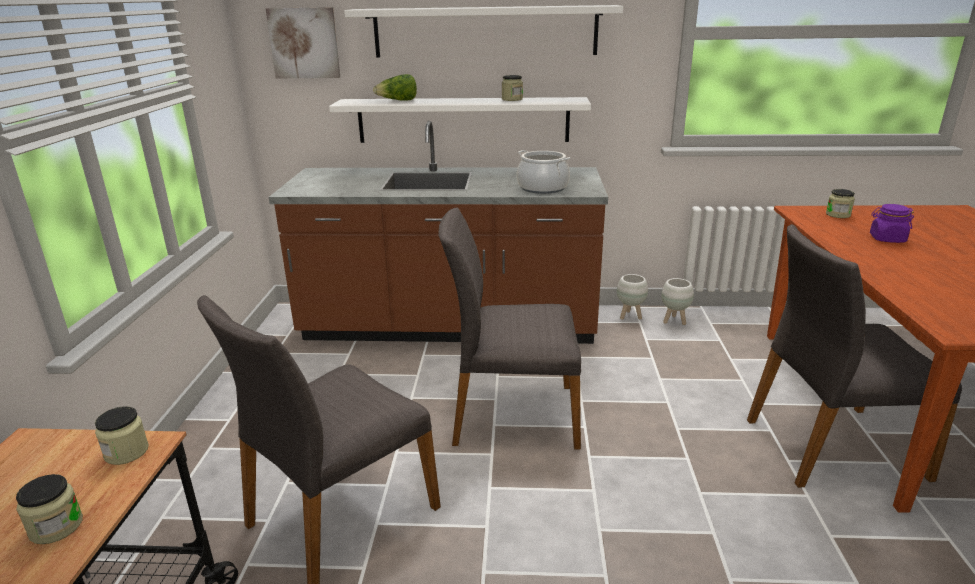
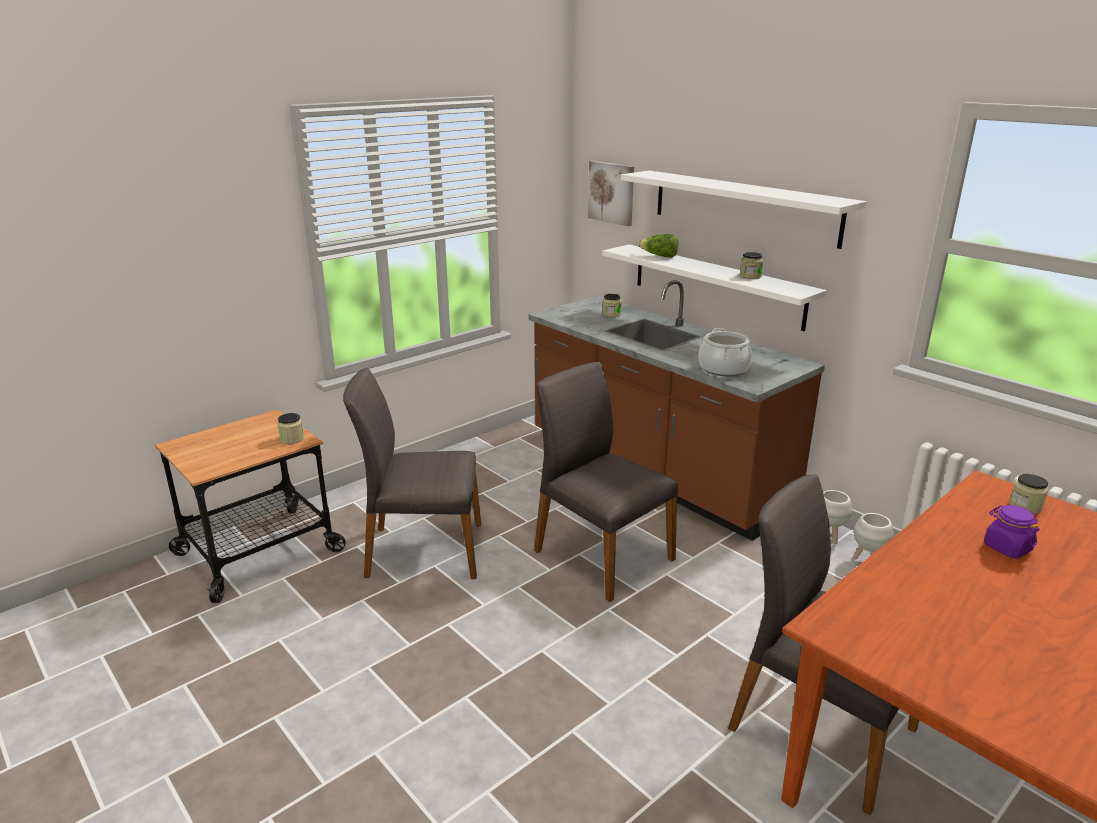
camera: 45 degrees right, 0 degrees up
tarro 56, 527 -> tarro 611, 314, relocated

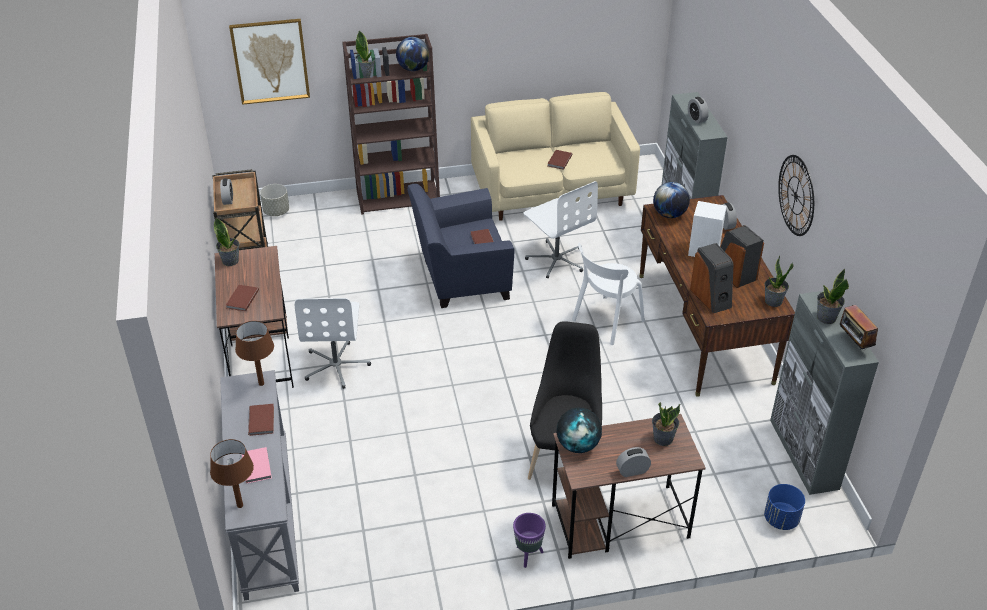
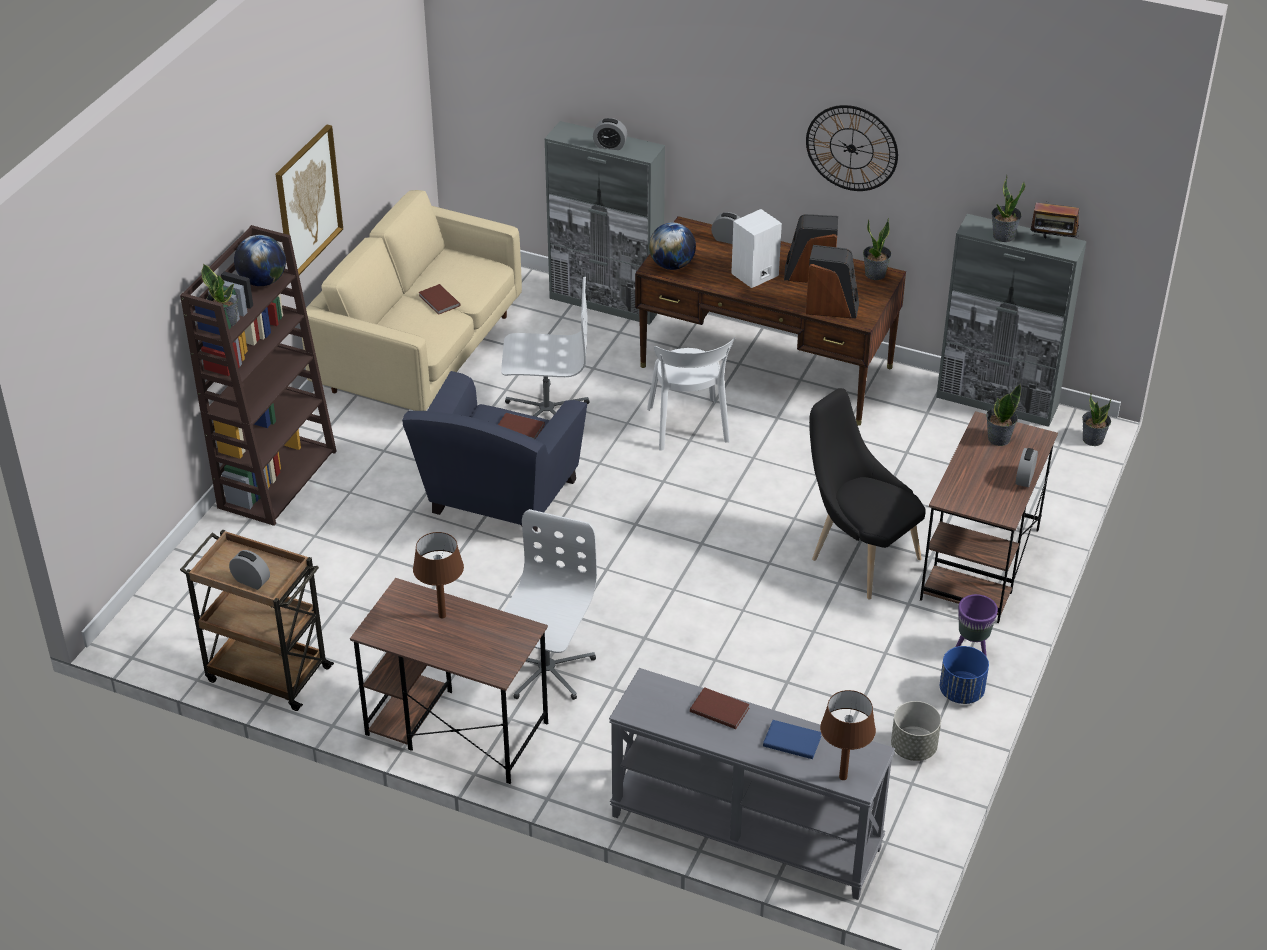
camera: 55 degrees left, 0 degrees up
libro [marrón] 241, 299 -> none
globo terráqueo 578, 445 -> none
planta en maceta 230, 261 -> planta en maceta 1092, 439, relocated
cuadro 270, 61 -> cuadro 307, 201, relocated
lámpara de mesa [marrón] 261, 383 -> lámpara de mesa [marrón] 442, 615, relocated
maceta [gris] 276, 211 -> maceta [gris] 913, 748, relocated
maceta [azul] 781, 519 -> maceta [azul] 961, 692, relocated
libro [rosa] 257, 466 -> libro [azul] 791, 740
silla de oficina [blanco] 336, 365 -> silla de oficina [blanco] 546, 669, 105 degrees counterclockwise

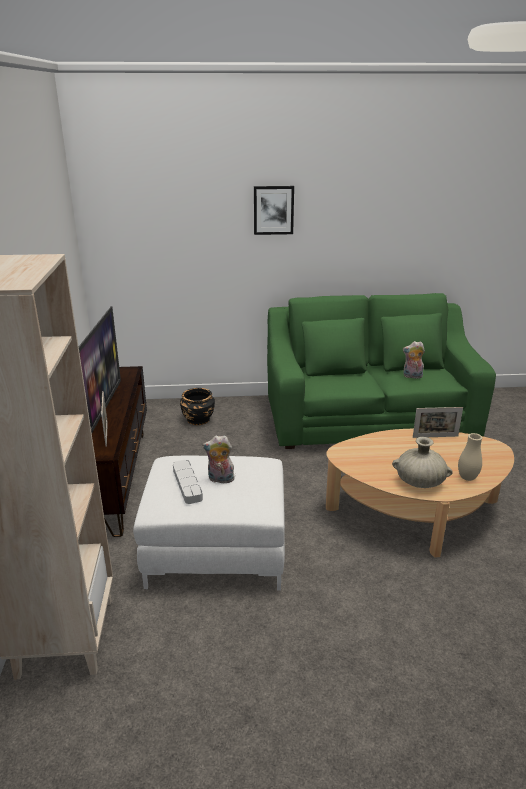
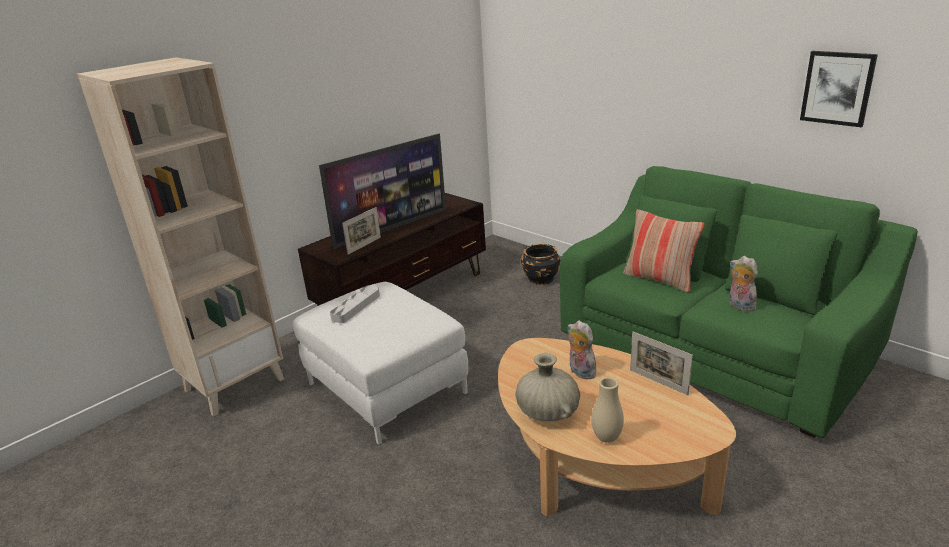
camera: 50 degrees right, 0 degrees up
none -> cojín 659, 279
peluche 220, 479 -> peluche 580, 372, relocated
cuadro 273, 210 -> cuadro 837, 88, relocated

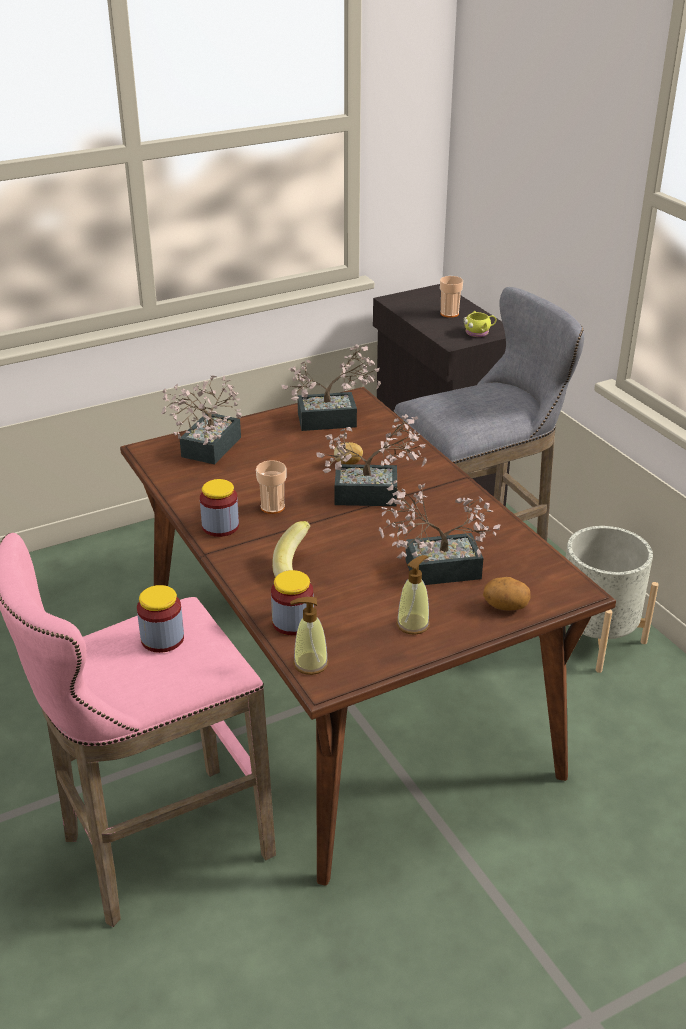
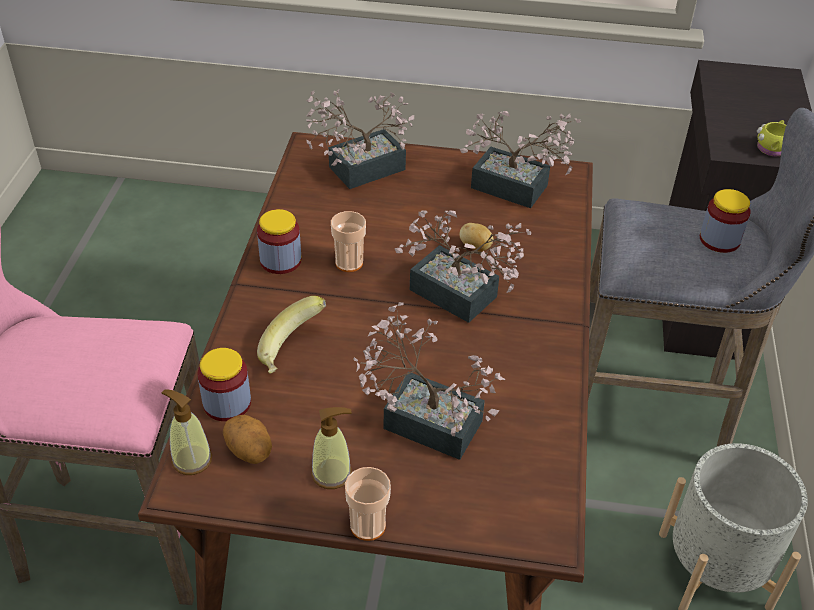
camera: 35 degrees right, 10 degrees up
tarro 162, 639 -> tarro 719, 240, relocated
taza 449, 313 -> taza 368, 525, relocated
patata 505, 606 -> patata 250, 451, relocated

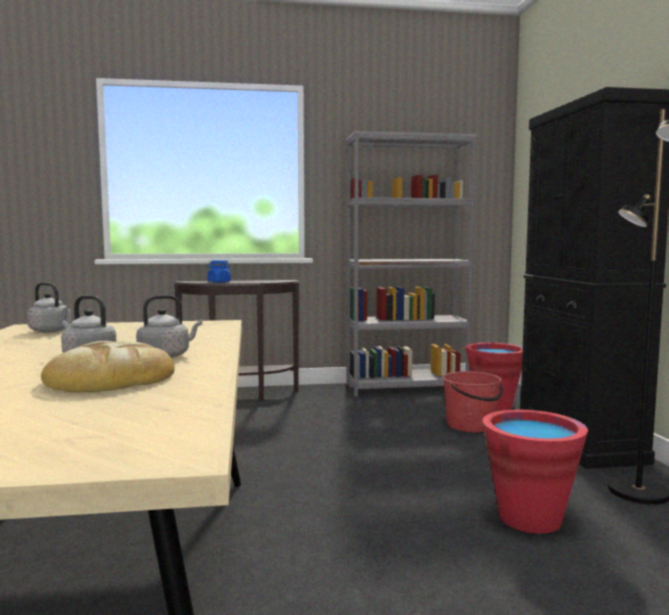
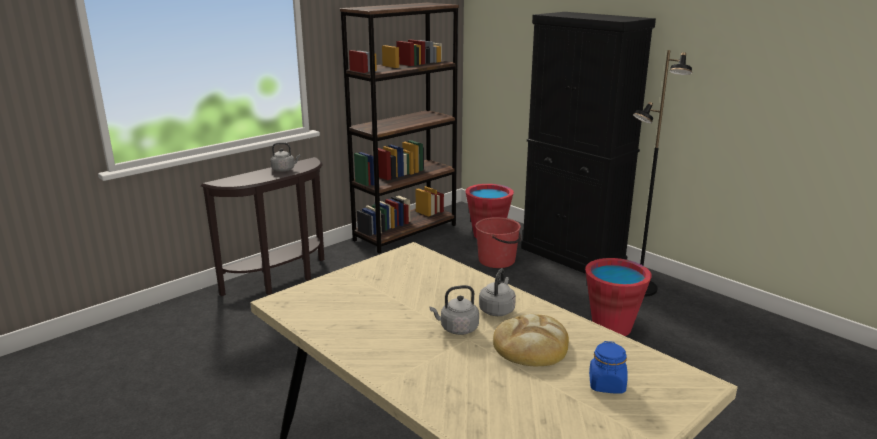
camera: 35 degrees left, 15 degrees up
hervidor [gris] 52, 331 -> hervidor [gris] 284, 169, relocated
tarro [azul] 219, 282 -> tarro [azul] 607, 384, relocated
estantería [gris] 406, 388 -> estantería [marrón] 405, 232

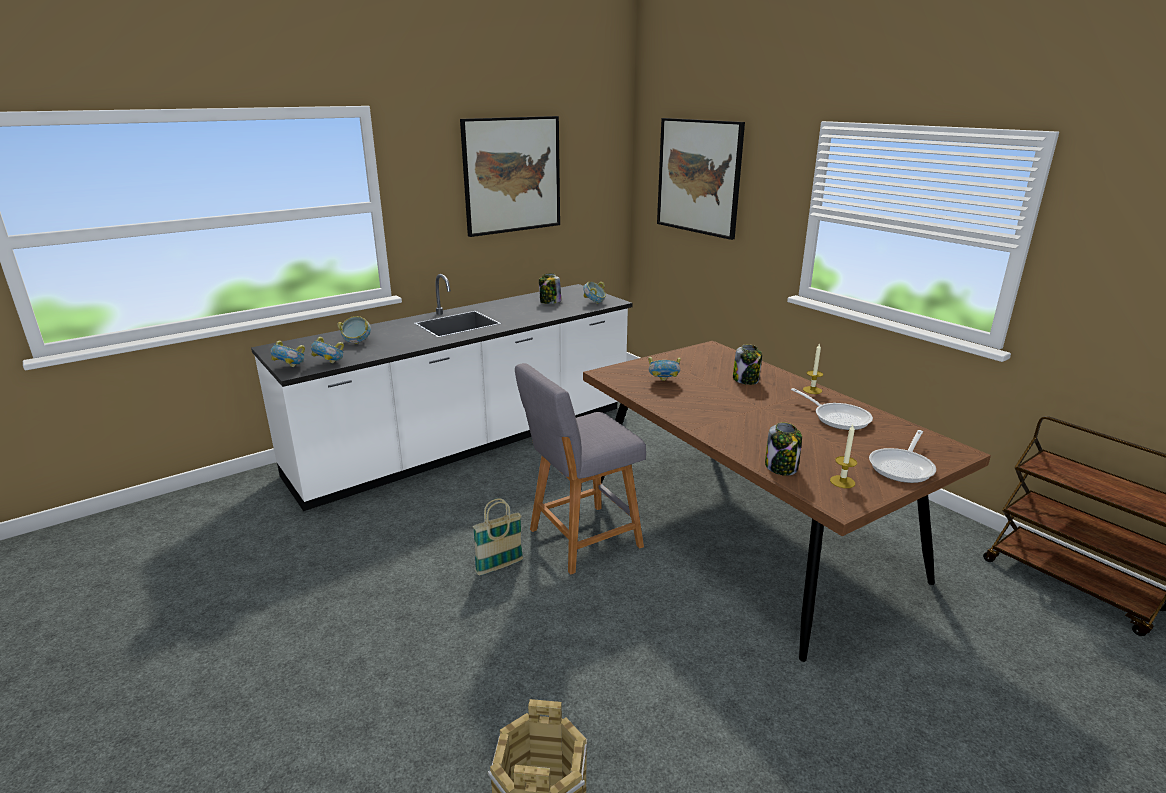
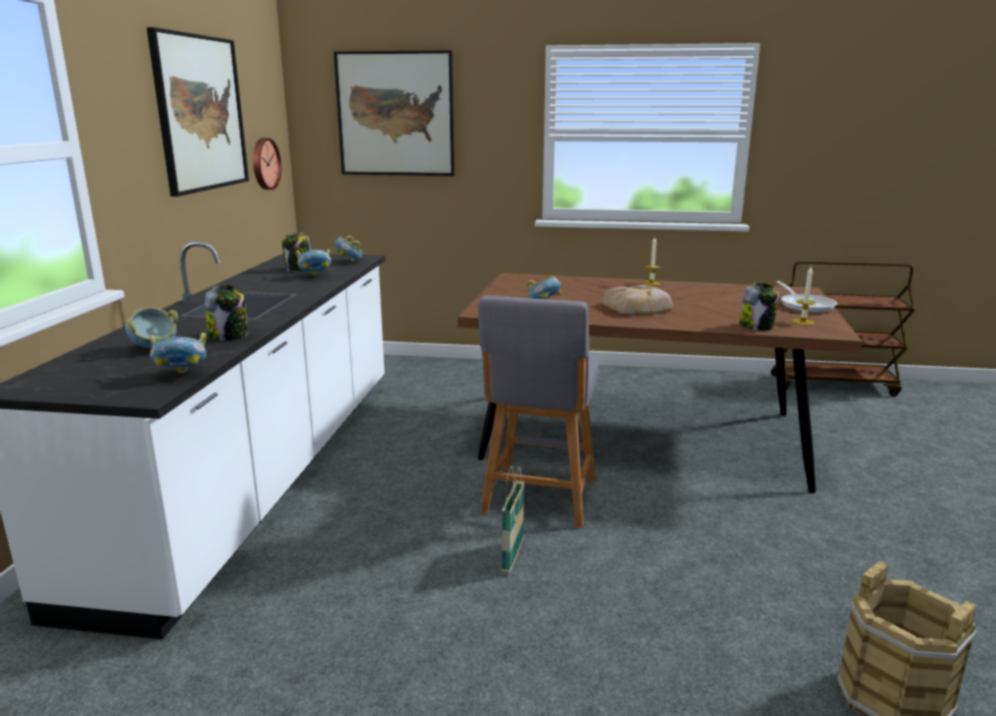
camera: 45 degrees left, 5 degrees down
sartén 837, 418 -> none
none -> reloj de pared 264, 164
none -> pan 638, 307
cuenco 290, 368 -> cuenco 315, 276, relocated
tarro 746, 380 -> tarro 229, 336, relocated

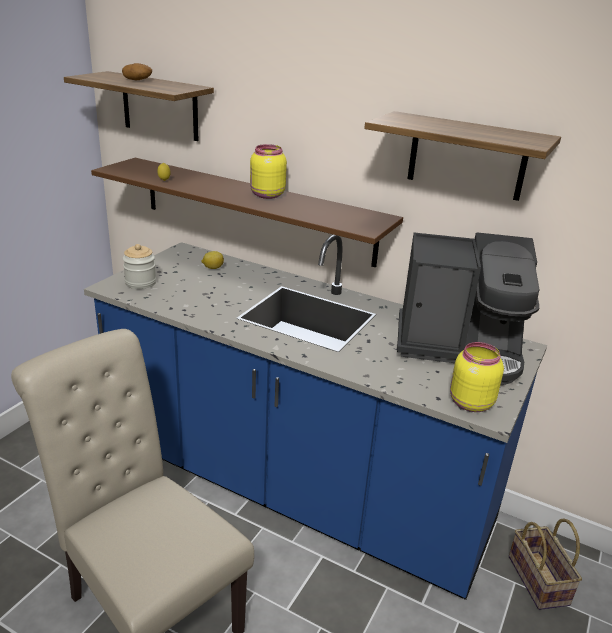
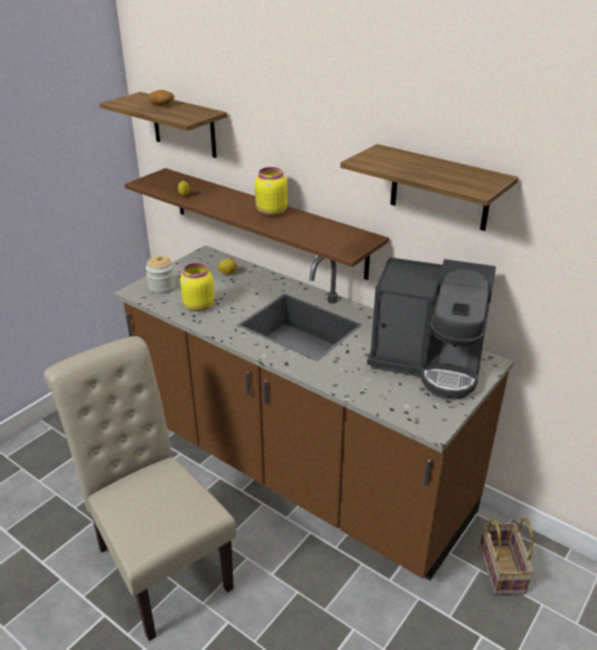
camera: 10 degrees right, 5 degrees up
tarro [amarillo] 469, 403 -> tarro [amarillo] 198, 306, relocated
mueble bajo de cocina [azul] 295, 486 -> mueble bajo de cocina [marrón] 298, 468

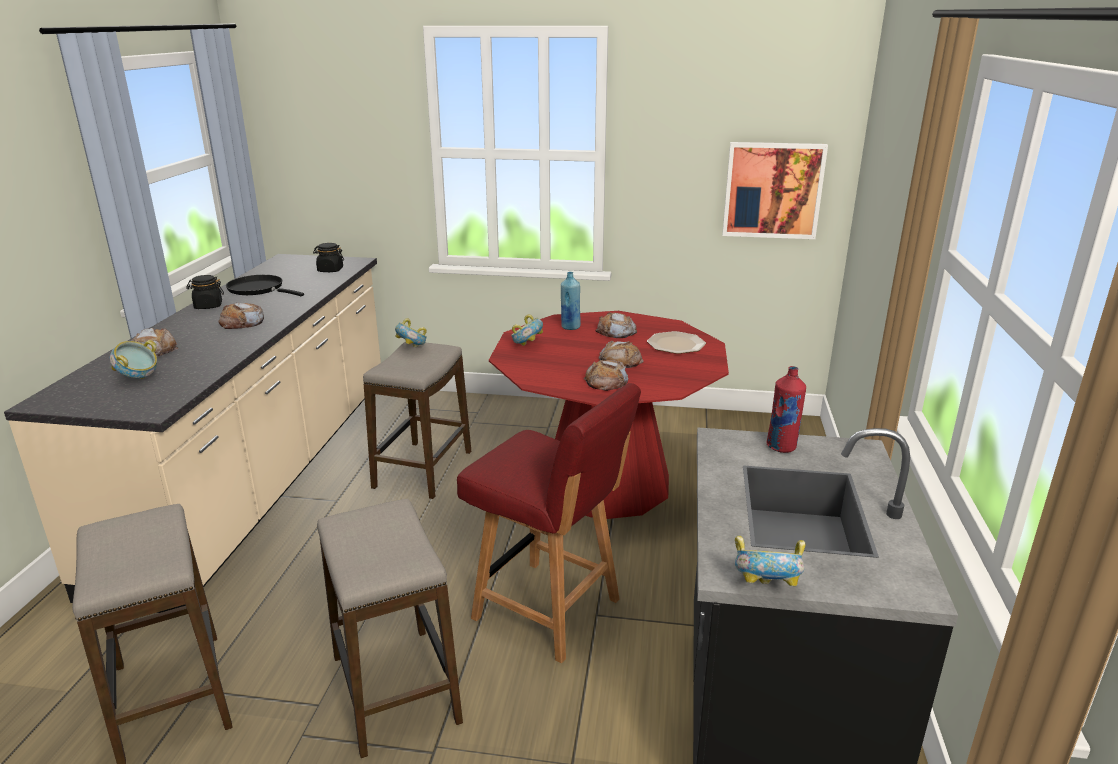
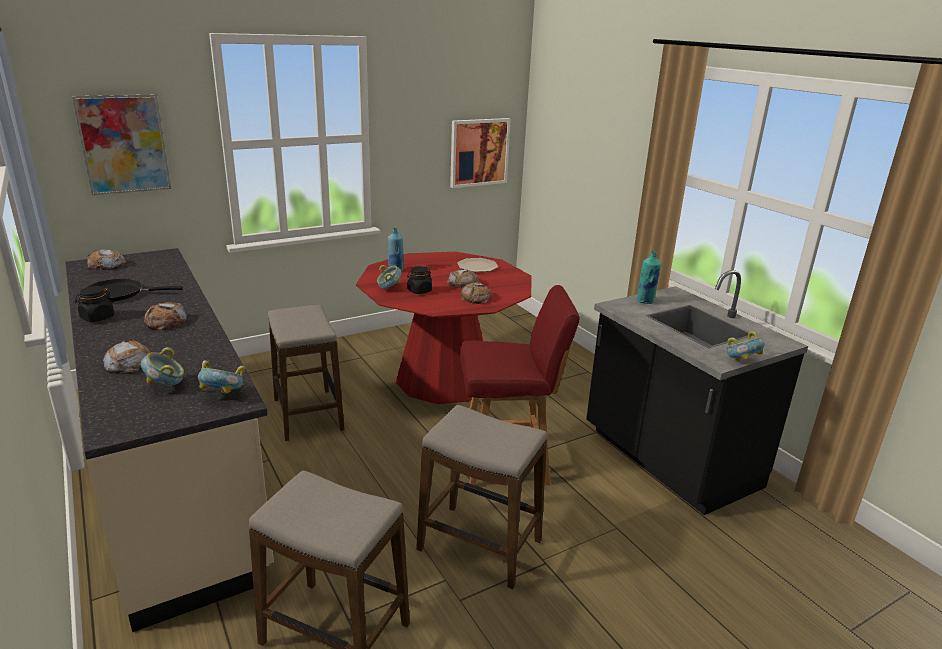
camera: 40 degrees left, 0 degrees up
none -> cuadro 123, 144
tarro [negro] 330, 270 -> tarro [negro] 419, 291, relocated
cuenco 412, 348 -> cuenco 223, 395, relocated
pan 616, 331 -> pan 106, 265, relocated
botella [rojo] 781, 447 -> botella [turquesa] 645, 301

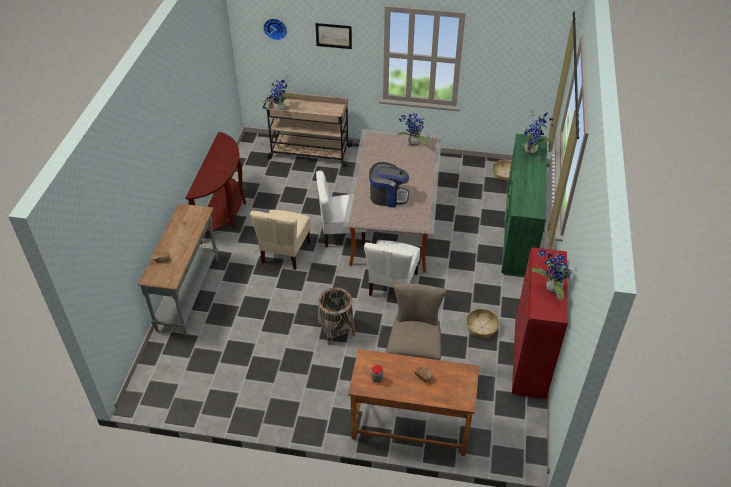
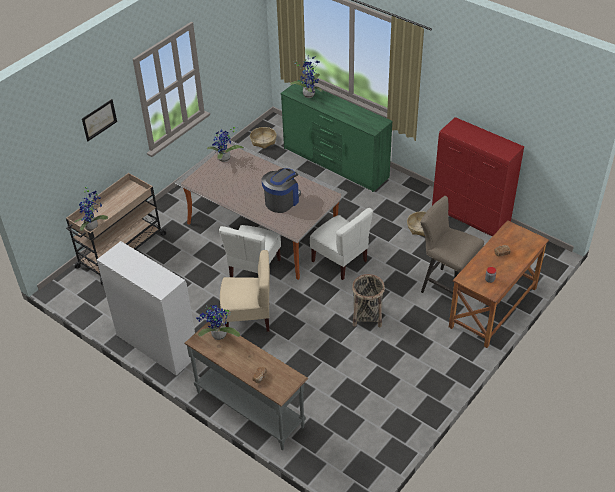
camera: 60 degrees left, 0 degrees up
reloj de pared 275, 28 -> none
planta en maceta 551, 289 -> planta en maceta 218, 336, relocated
mesa consola [marrón] 224, 214 -> armario [blanco] 156, 346
silla [beis] 285, 253 -> silla [beis] 248, 318, 45 degrees counterclockwise

